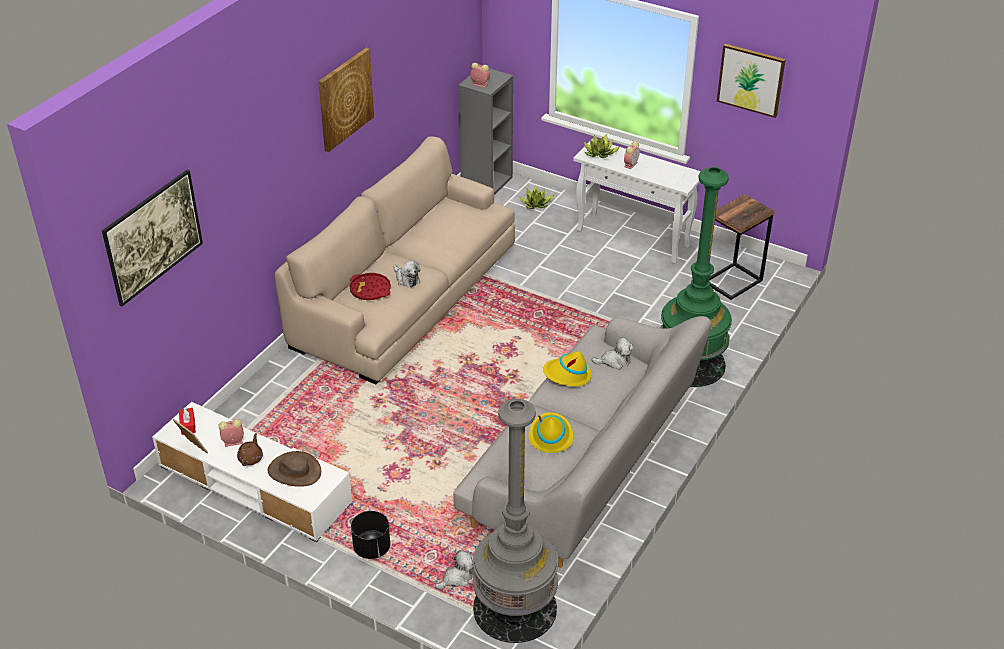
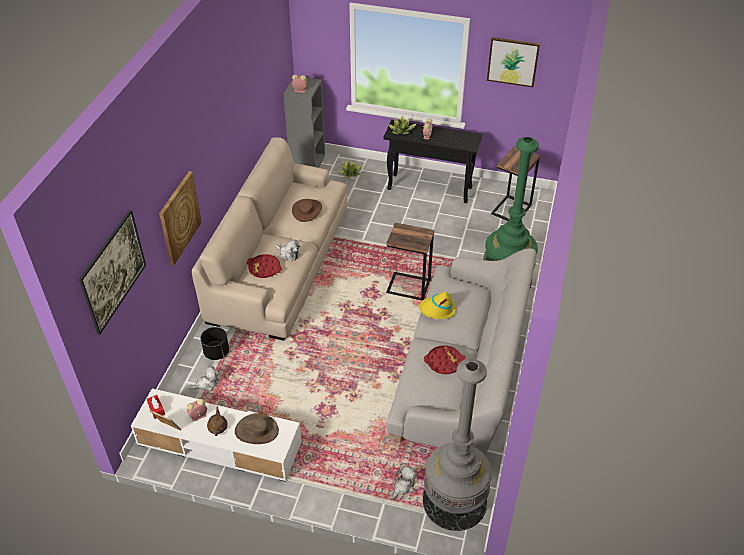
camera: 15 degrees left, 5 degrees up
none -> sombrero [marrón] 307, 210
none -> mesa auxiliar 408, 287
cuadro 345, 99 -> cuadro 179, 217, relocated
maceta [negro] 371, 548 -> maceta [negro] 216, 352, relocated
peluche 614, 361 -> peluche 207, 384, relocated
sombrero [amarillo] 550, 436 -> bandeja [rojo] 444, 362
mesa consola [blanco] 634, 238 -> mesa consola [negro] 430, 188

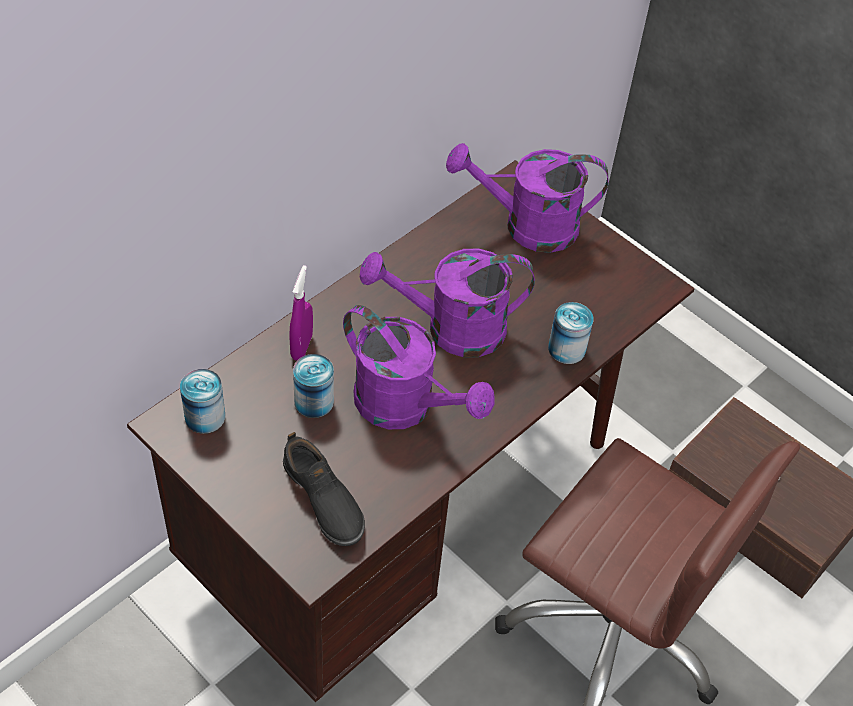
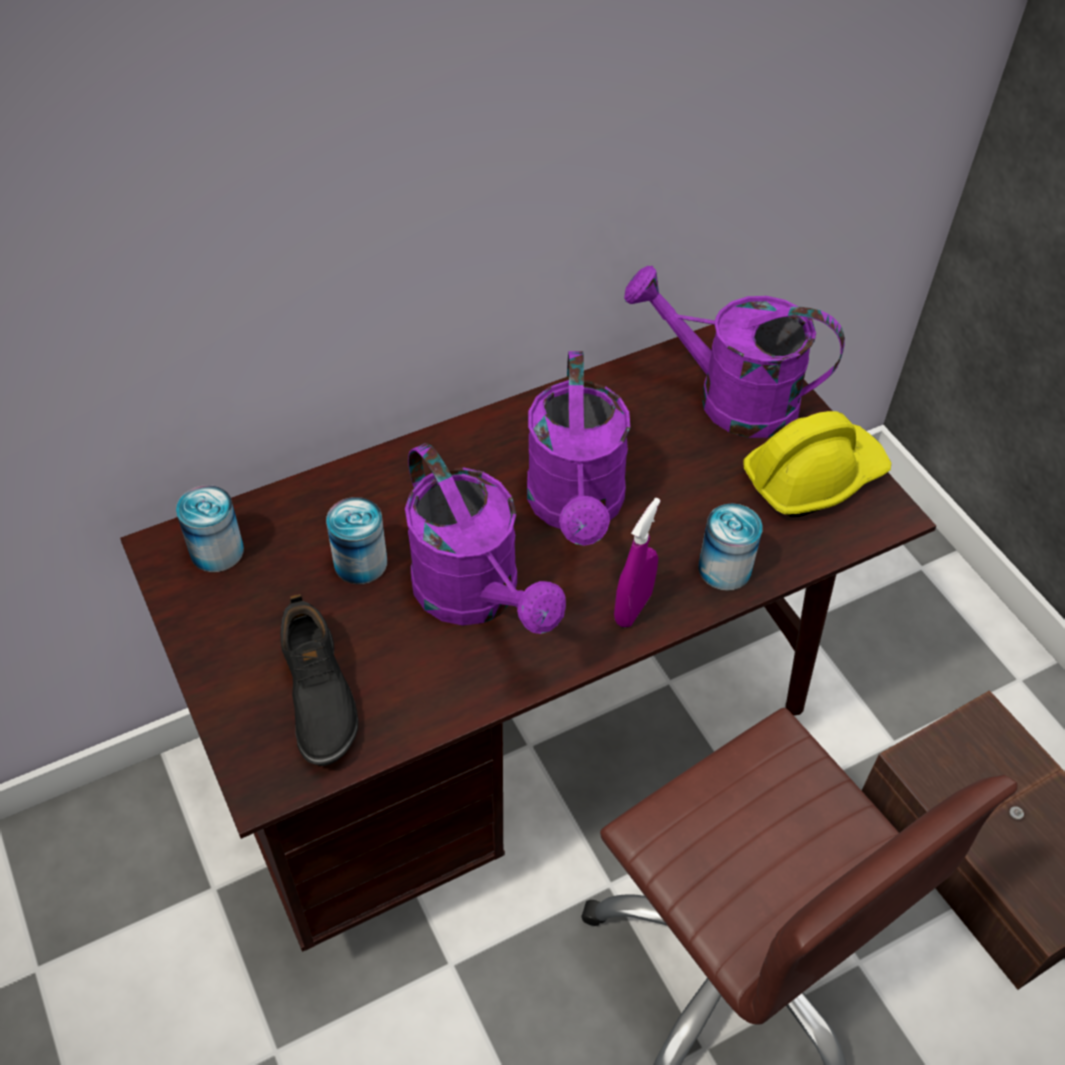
camera: 20 degrees right, 0 degrees up
none -> casco [amarillo] 813, 477
pulverizador [morado] 301, 346 -> pulverizador [morado] 633, 608, relocated
regadera [morado] 451, 329 -> regadera [morado] 577, 509, 105 degrees counterclockwise

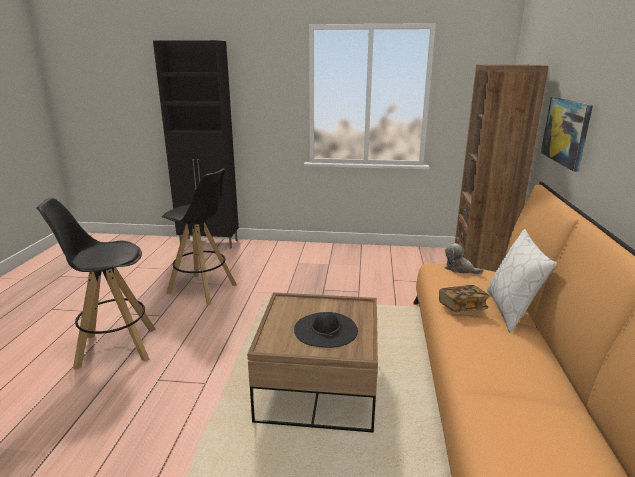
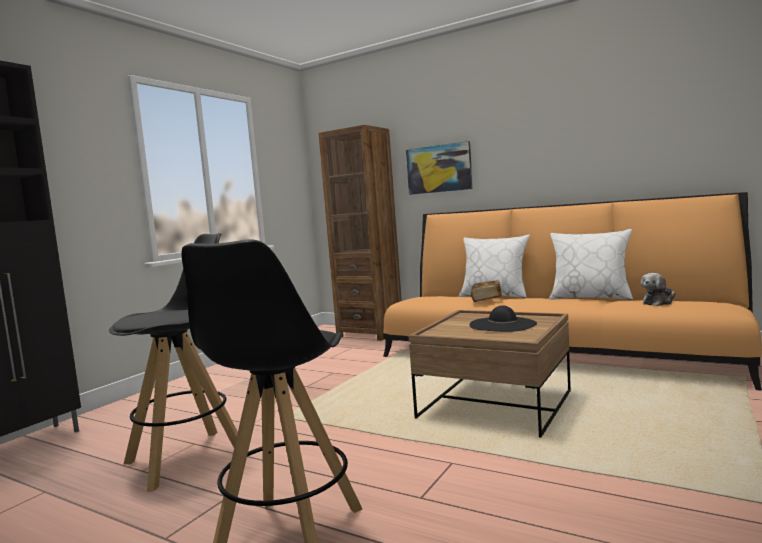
camera: 65 degrees left, 15 degrees down
none -> cojín [blanco] 590, 297
peluche 459, 269 -> peluche 658, 302, relocated

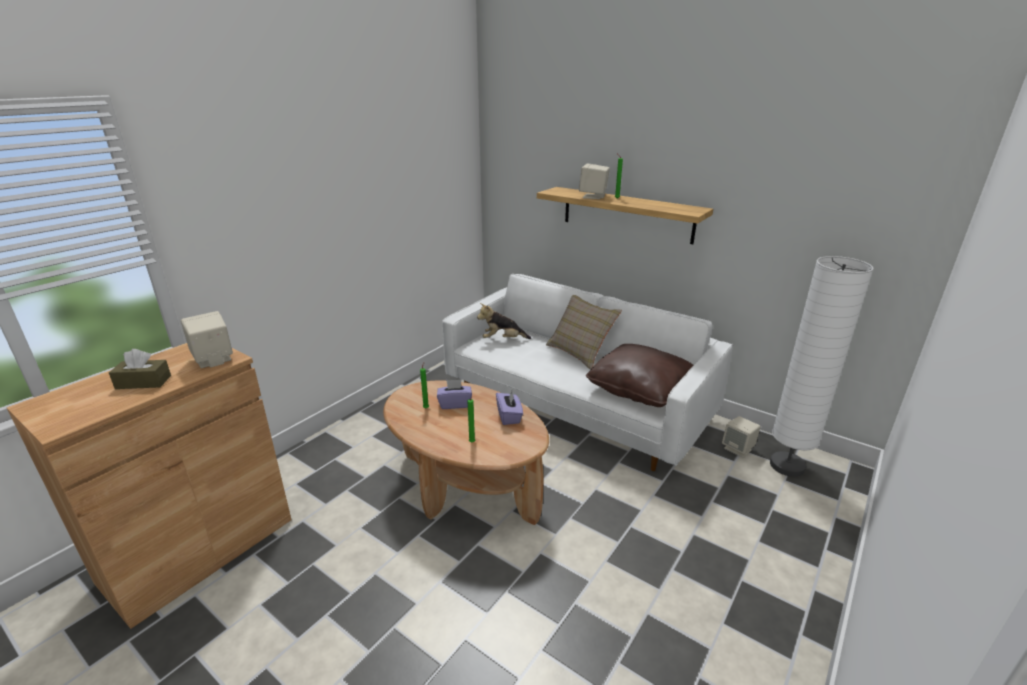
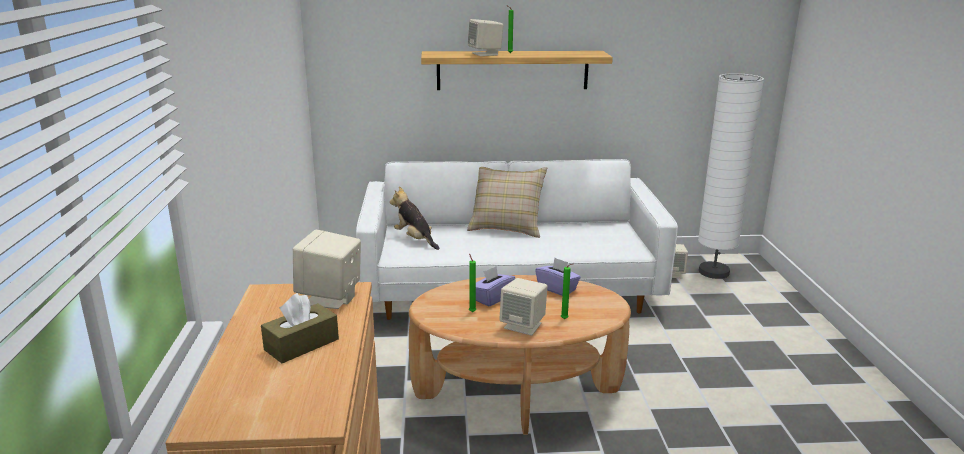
camera: 40 degrees left, 5 degrees down
cojín [marrón] 639, 388 -> none
none -> altavoz [beis] 523, 326
peluche 502, 339 -> peluche 415, 239, 90 degrees clockwise

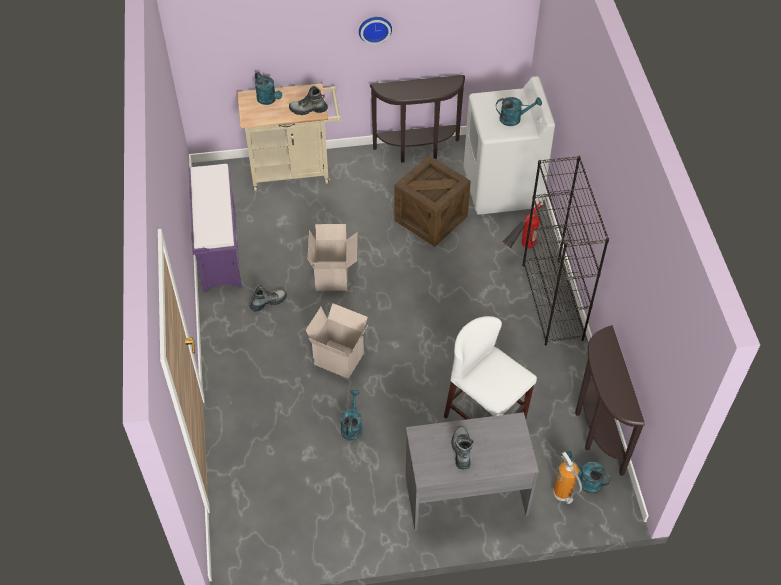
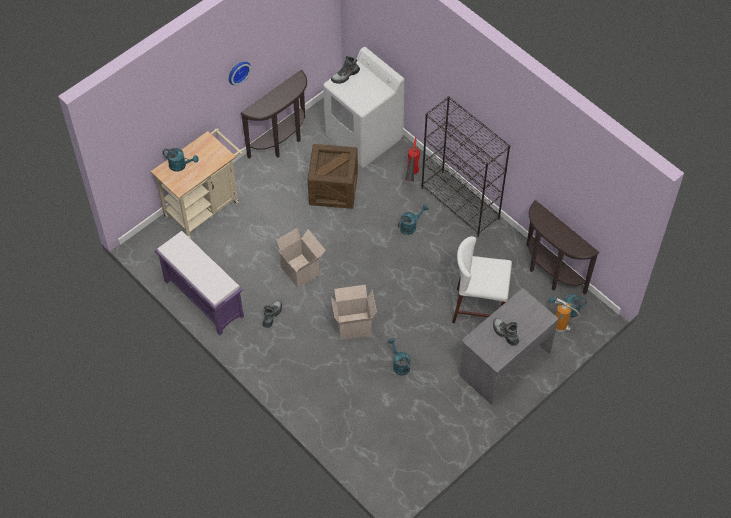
camera: 35 degrees left, 5 degrees up
bota 308, 110 -> bota 345, 76, relocated
regadera [turquesa] 514, 119 -> regadera [turquesa] 410, 226, relocated

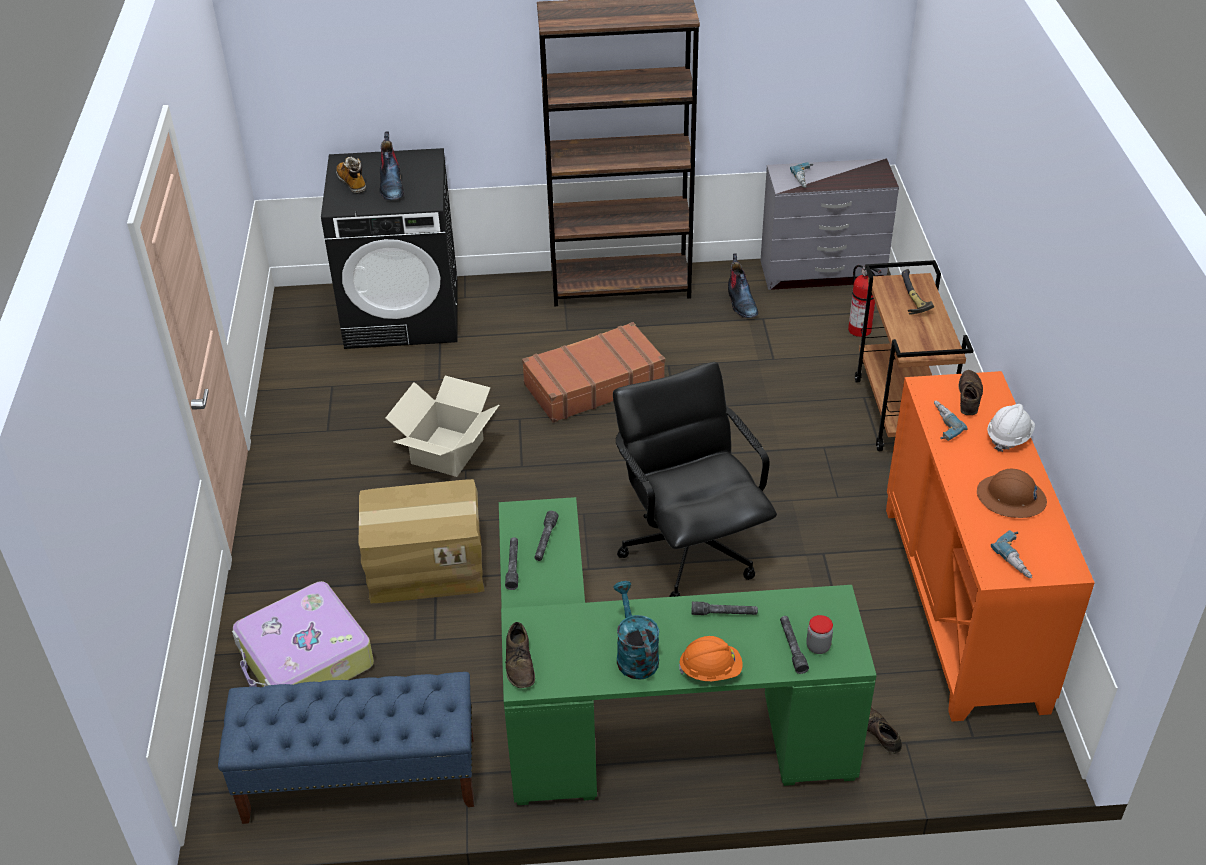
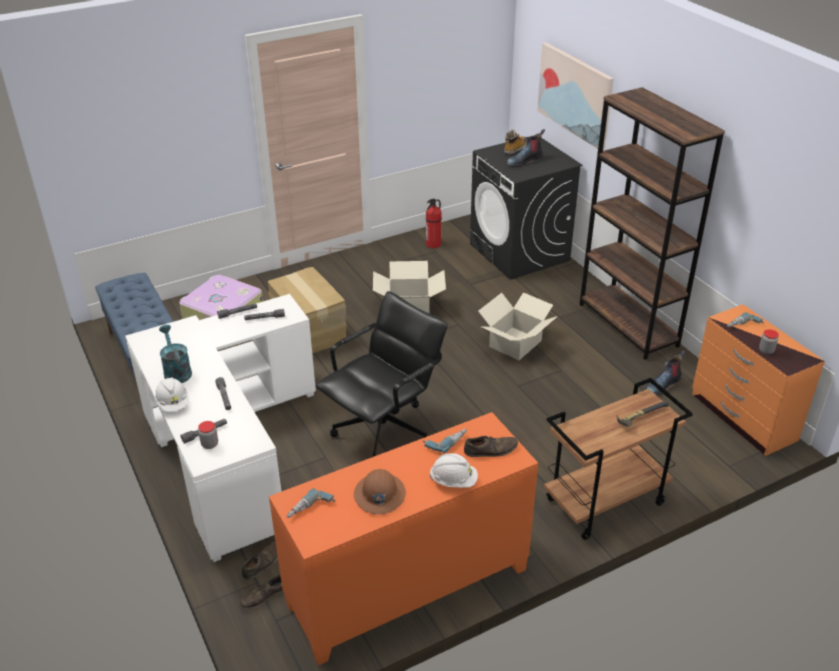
camera: 65 degrees right, 5 degrees down
none -> cuadro 575, 95
none -> tarro 766, 351
zapato [marrón] 520, 663 -> zapato [marrón] 264, 595, relocated
extintor 860, 330 -> extintor 433, 244, relocated
maleta [marrón] 593, 383 -> caja de cartón 515, 343
escritorio [verde] 642, 722 -> escritorio [blanco] 226, 450
casco [naranja] 710, 670 -> casco [blanco] 173, 404
cómoda [gris] 823, 273 -> cómoda [naranja] 742, 417
regadera [turquesa] 634, 654 -> regadera [turquesa] 176, 371, 75 degrees counterclockwise

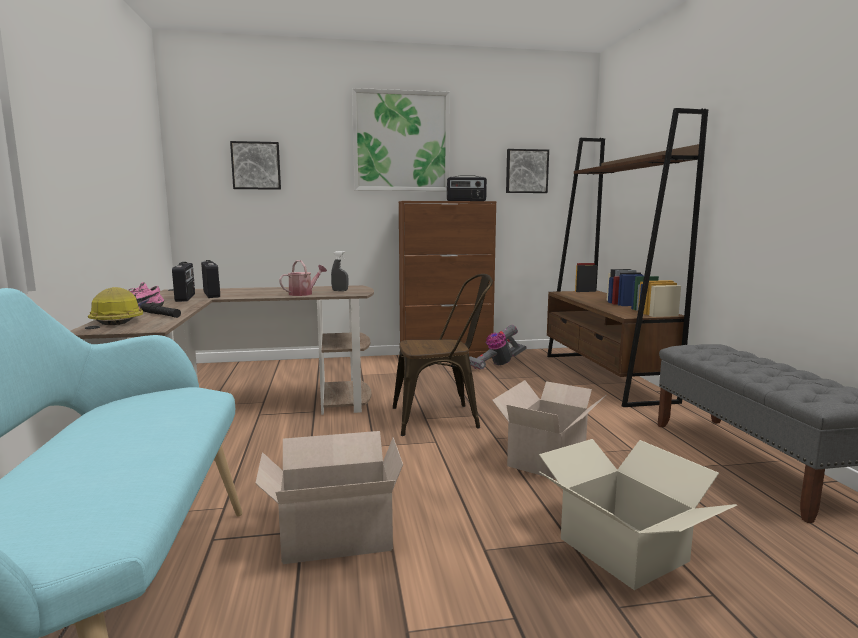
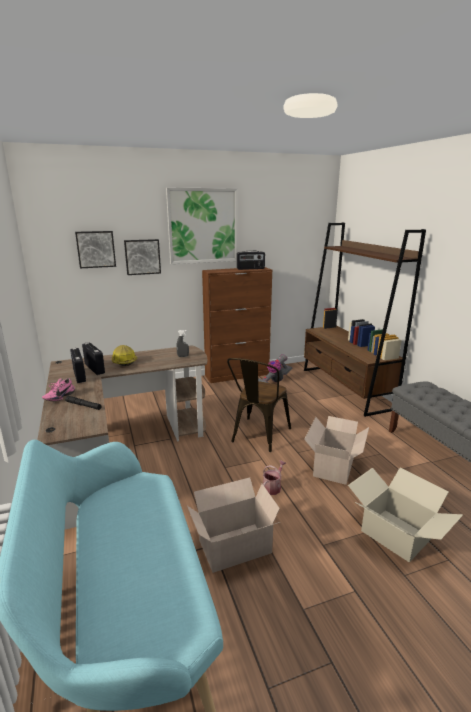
camera: 10 degrees left, 10 degrees up
casco 117, 320 -> casco 123, 361, relocated
regadera 303, 293 -> regadera 273, 487, relocated
cuadro 526, 171 -> cuadro 142, 257, relocated
silla [marrón] 442, 418 -> silla [marrón] 258, 437, 135 degrees clockwise

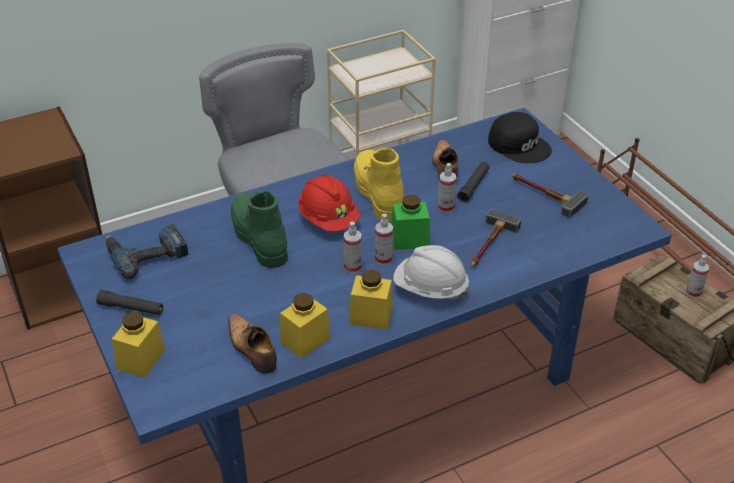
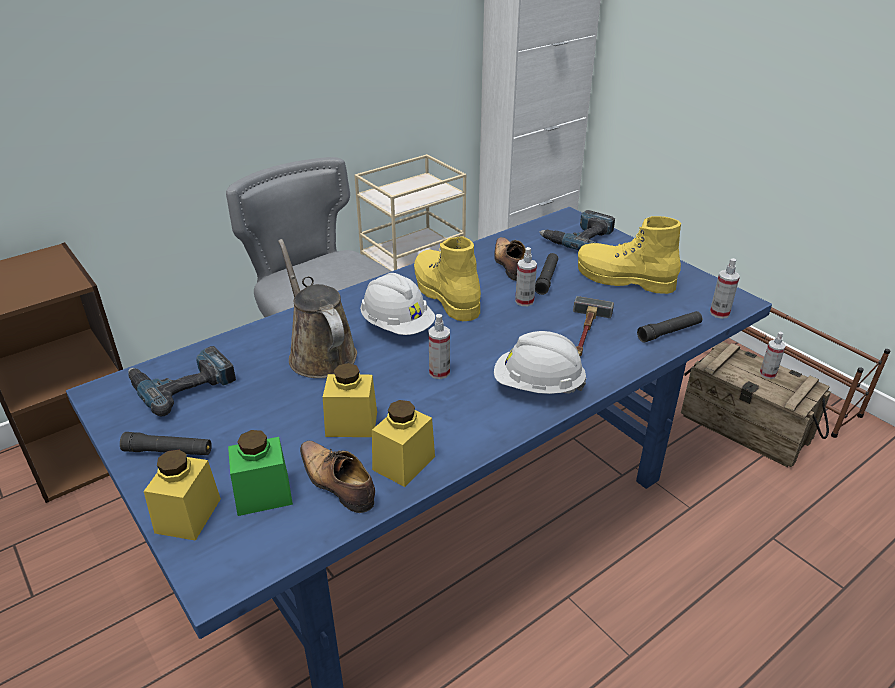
camera: 10 degrees left, 5 degrees down
none -> linterna [negro] 669, 332
tarro [amarillo] 371, 316 -> tarro [amarillo] 351, 424, relocated
pulverizador 383, 259 -> pulverizador 719, 313, relocated
tarro [verde] 410, 239 -> tarro [verde] 263, 494, relocated
bota [verde] 259, 238 -> regadera [marrón] 320, 353
gorra [negro] 519, 145 -> taladro 579, 238
martillo 544, 194 -> bota [amarillo] 624, 279
casco [rojo] 328, 219 -> casco [blanco] 397, 326

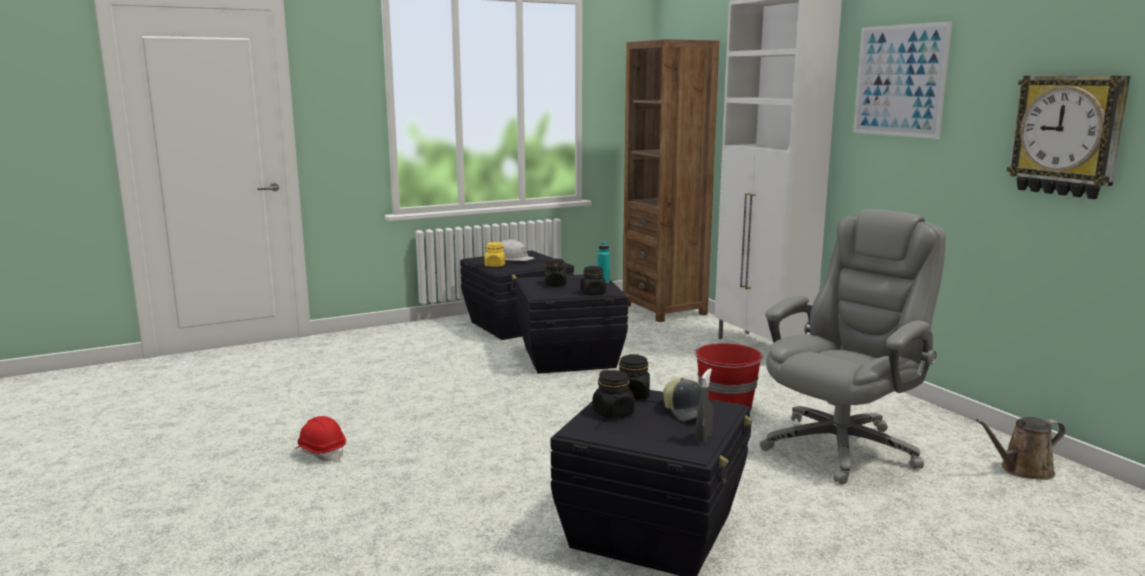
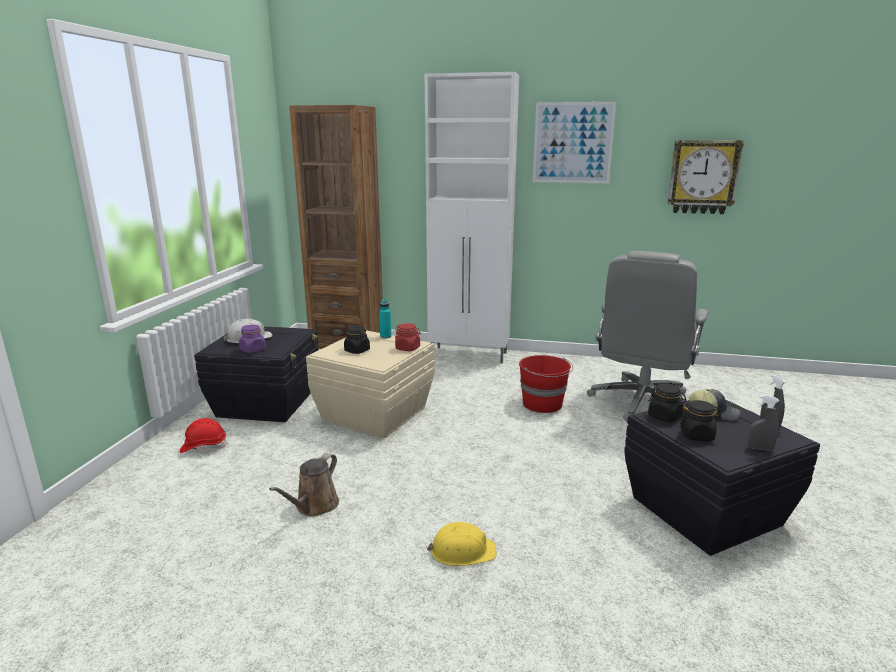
camera: 50 degrees left, 5 degrees up
none -> casco [amarillo] 462, 551
none -> pulverizador [gris] 760, 448
casco [rojo] 321, 452 -> casco [rojo] 204, 447, relocated
regadera [marrón] 1022, 470 -> regadera [marrón] 314, 506, relocated
tarro [amarillo] 495, 265 -> tarro [morado] 253, 350
caja de almacenaje [negro] 570, 357 -> caja de almacenaje [beis] 374, 413
tarro [negro] 593, 293 -> tarro [rojo] 408, 348
silla de oficina [gris] 842, 447 -> silla de oficina [gris] 641, 402, 150 degrees counterclockwise

